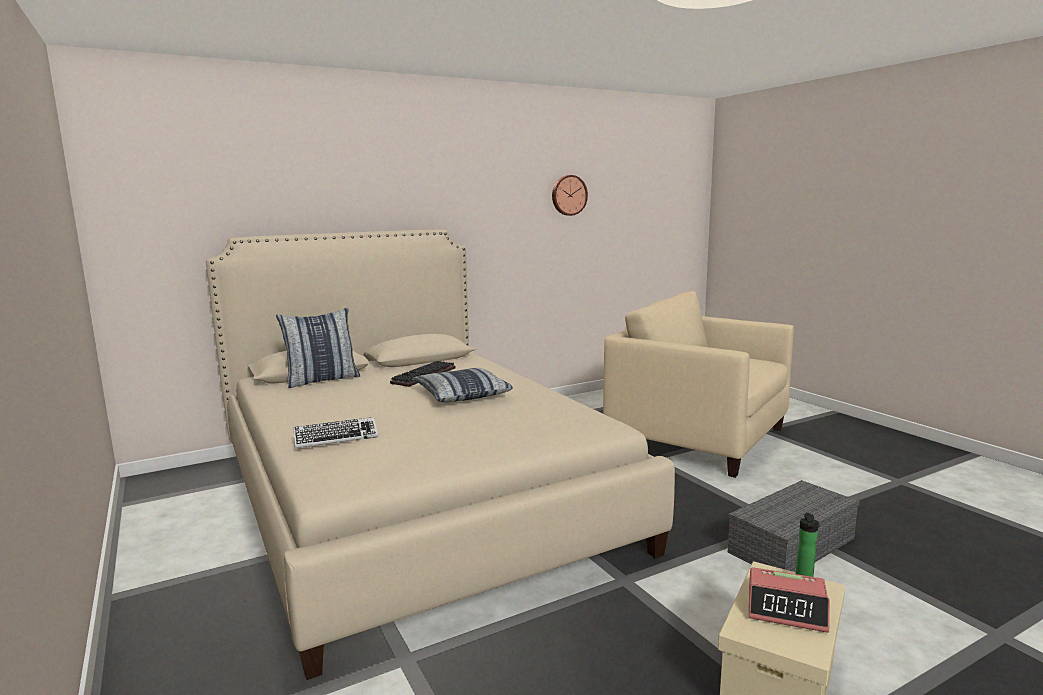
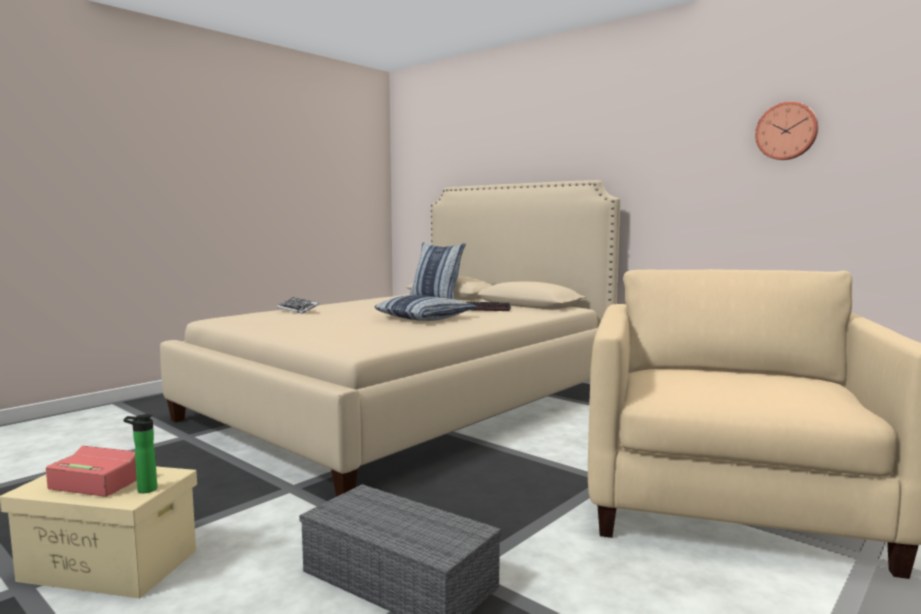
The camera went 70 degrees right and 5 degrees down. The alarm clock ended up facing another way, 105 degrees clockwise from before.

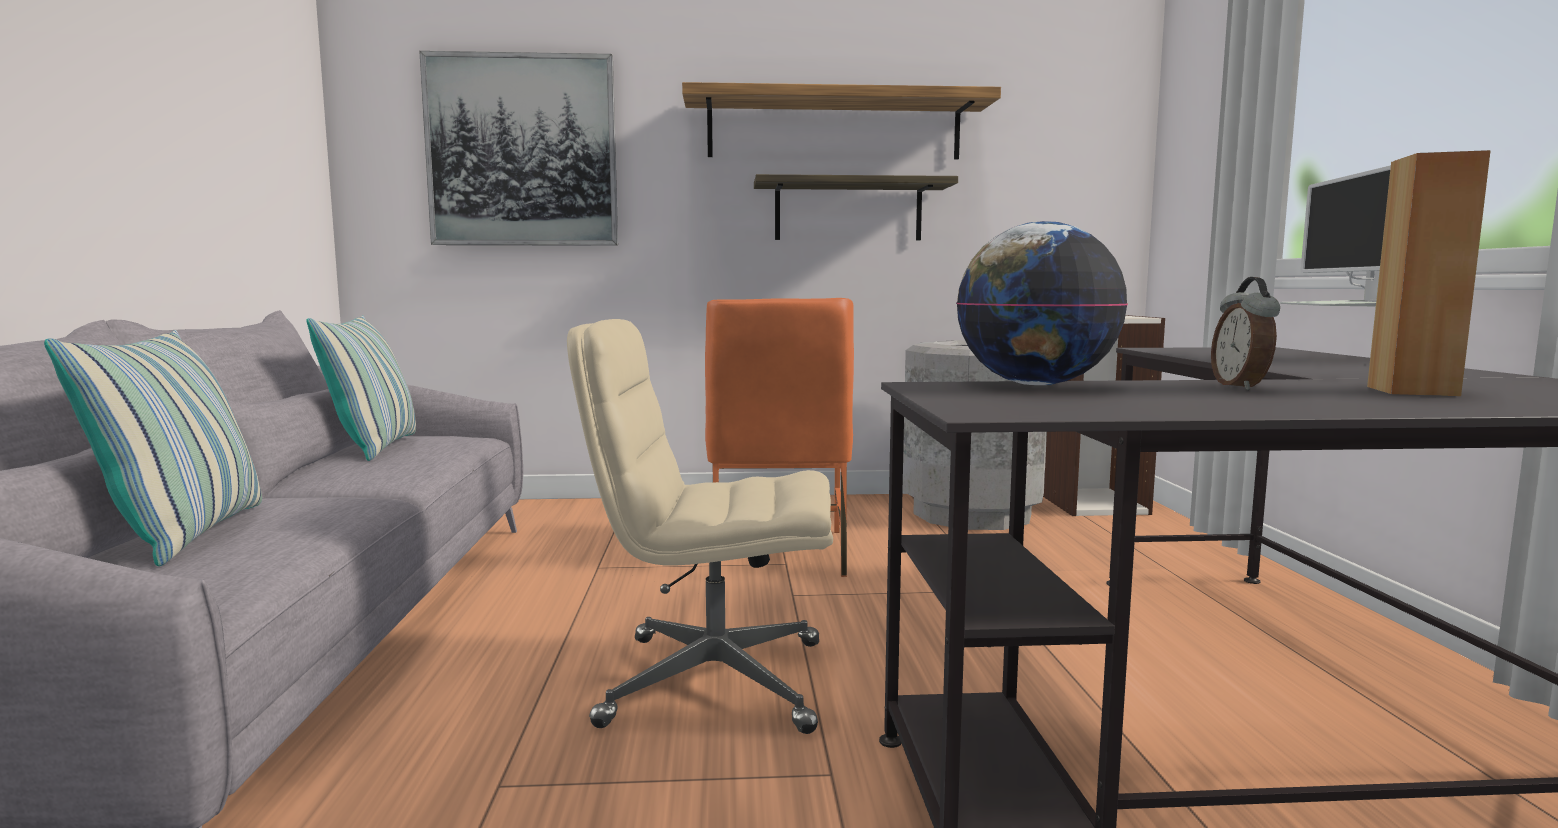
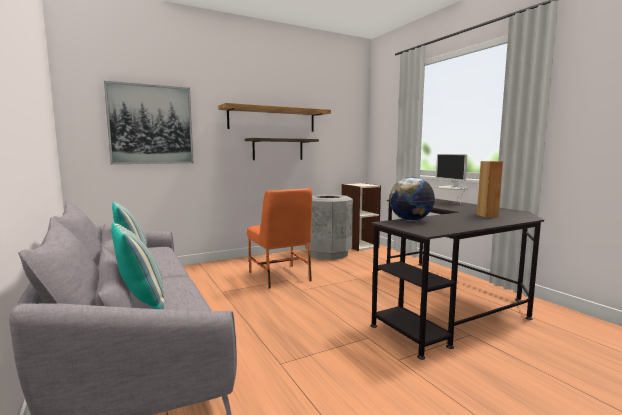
The camera went 25 degrees left and 0 degrees up. The second view lost the office chair (beige). The second view lost the alarm clock.

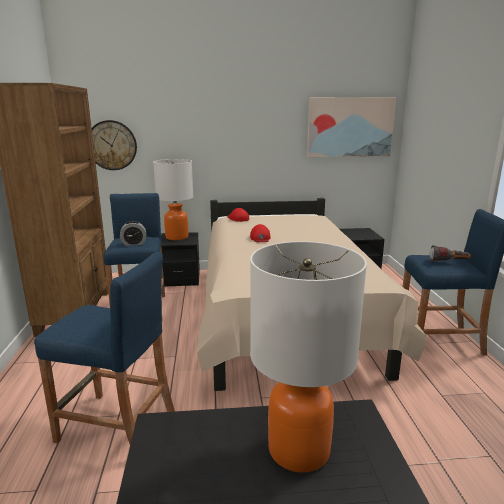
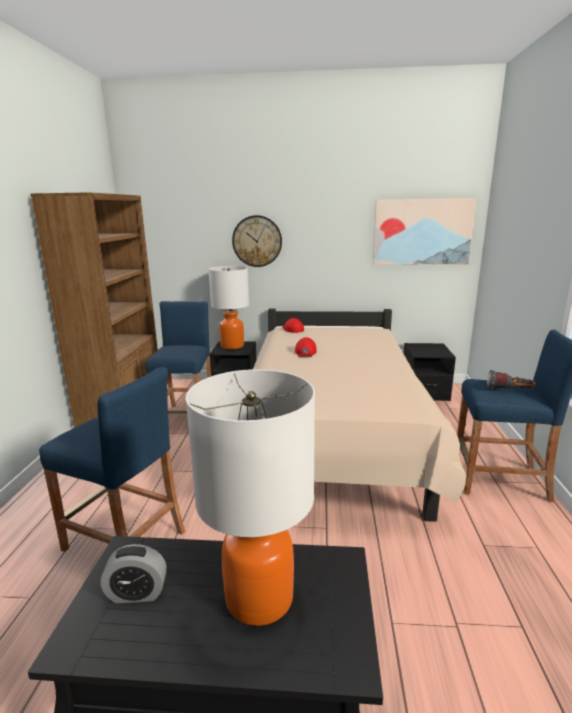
The camera went 10 degrees right and 0 degrees up. The wall clock ended up elsewhere. The alarm clock ended up elsewhere.

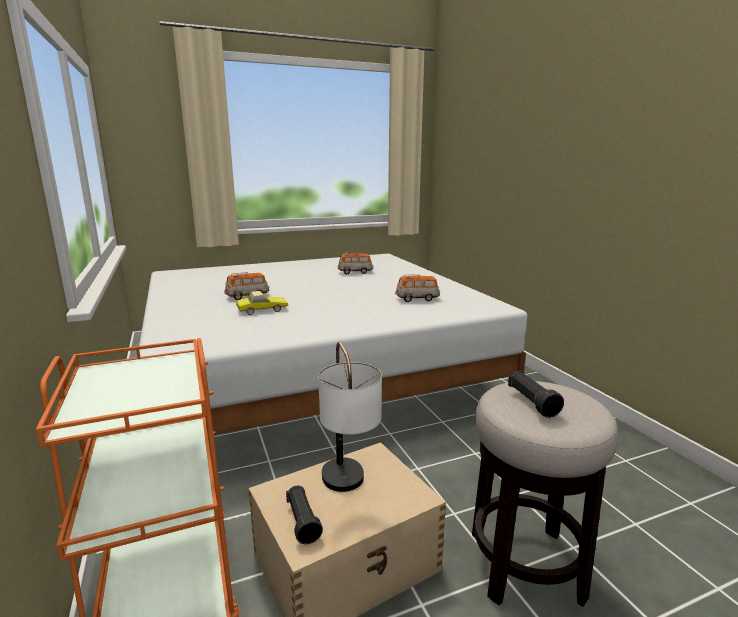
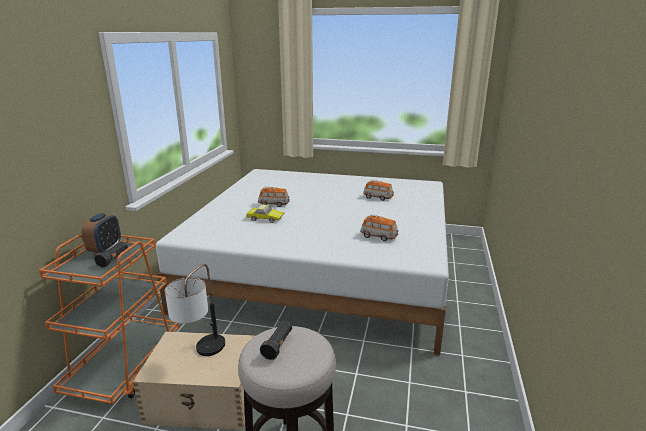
The camera went 35 degrees right and 5 degrees up. The flashlight (black) (no. 1 from left) ended up elsewhere. The second view gained the alarm clock.

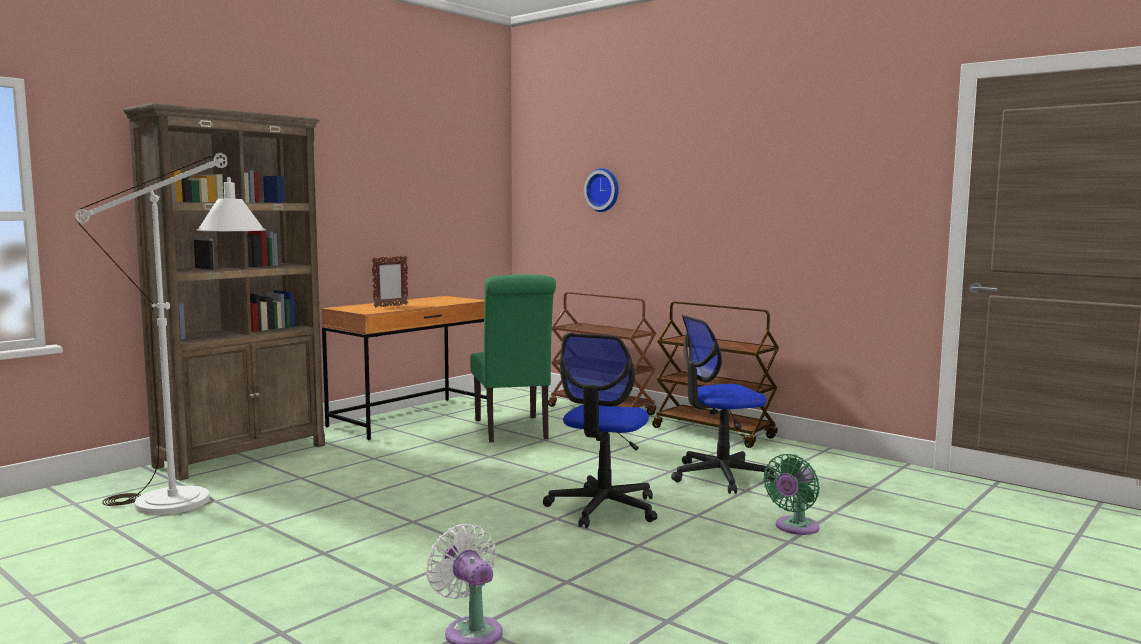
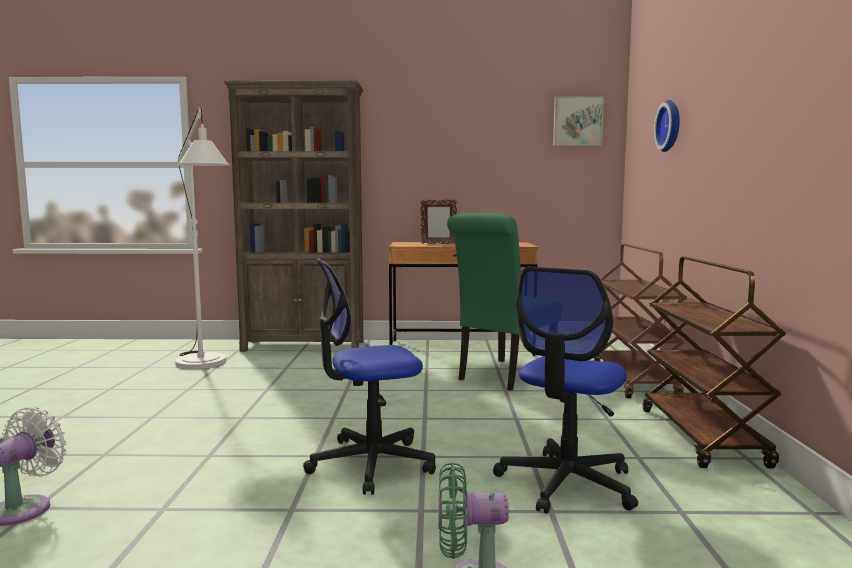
The camera went 50 degrees right and 0 degrees up. The office chair (no. 2 from left) ended up facing another way, 90 degrees counterclockwise from before. The second view gained the picture.

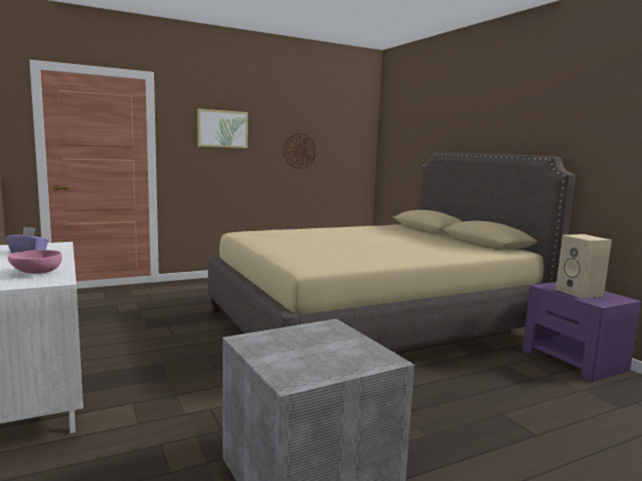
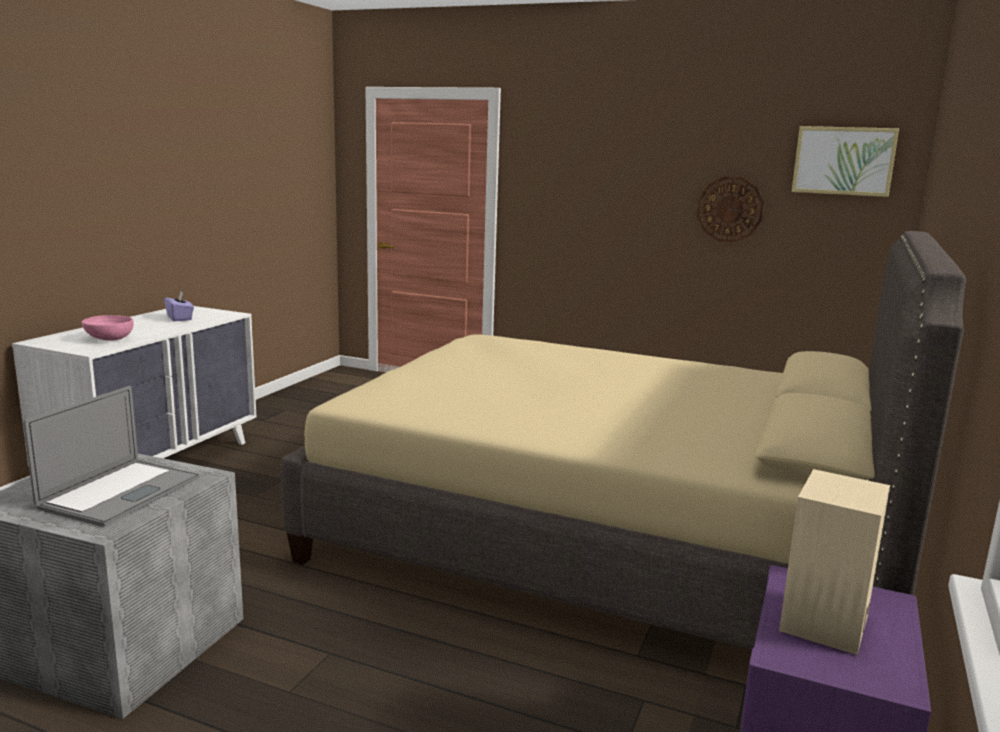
The camera went 50 degrees right and 5 degrees up. The picture ended up elsewhere. The second view gained the laptop.

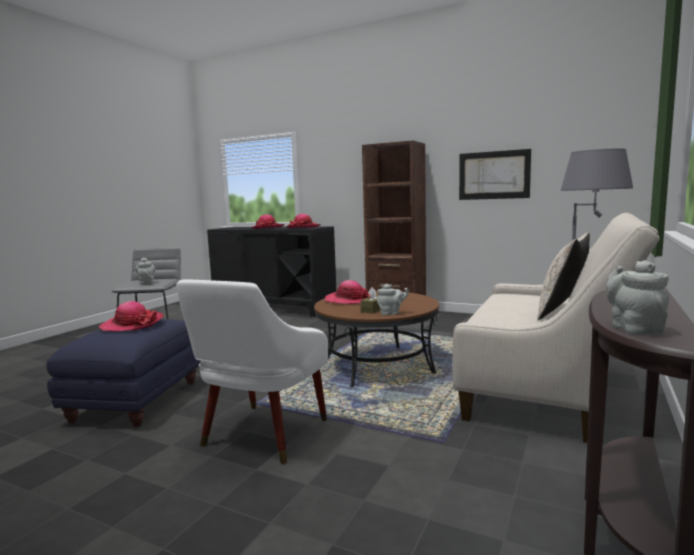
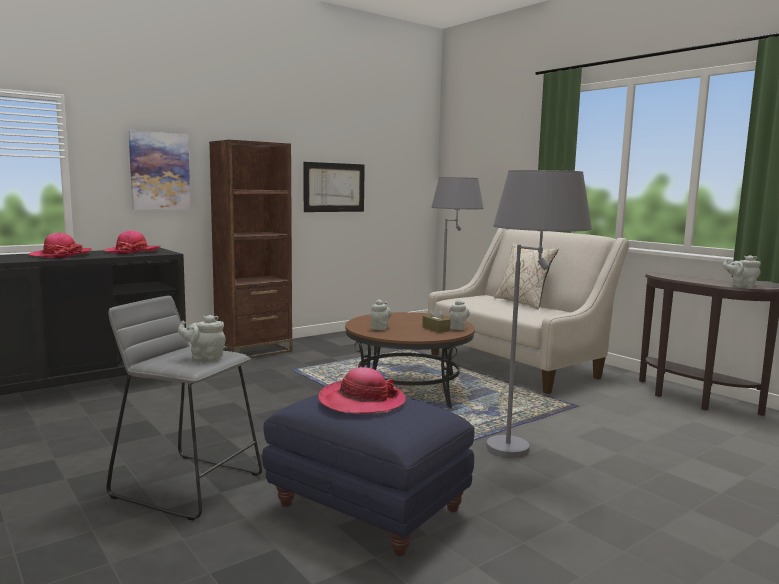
The camera went 65 degrees left and 0 degrees up. Where the armchair (white) stood, the floor lamp (grey) (no. 2 from left) came to stand. Where the hat (no. 4 from left) stood, the teapot (grey) (no. 2 from left) came to stand. The second view gained the picture (no. 1 from left).

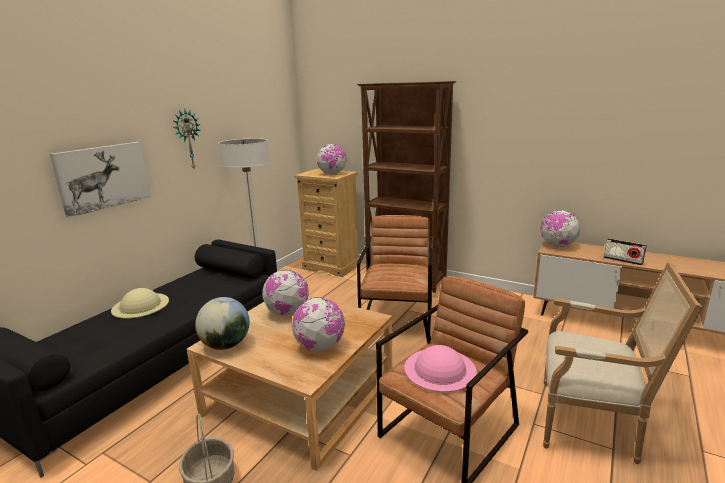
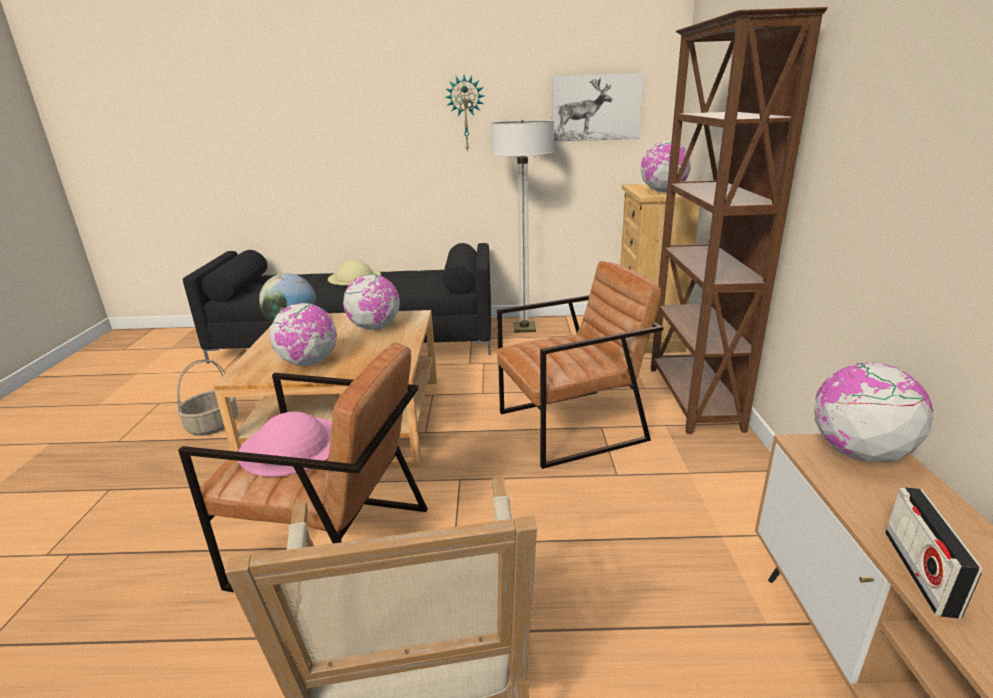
The camera went 60 degrees right and 5 degrees up. The picture ended up elsewhere.

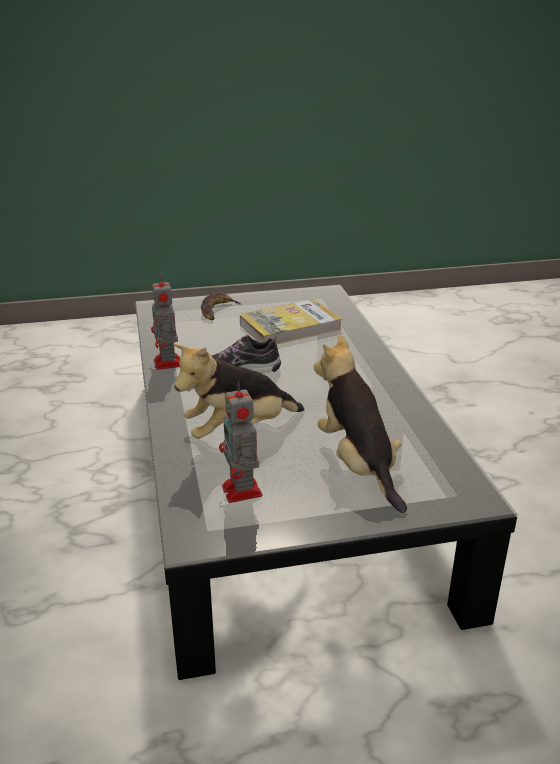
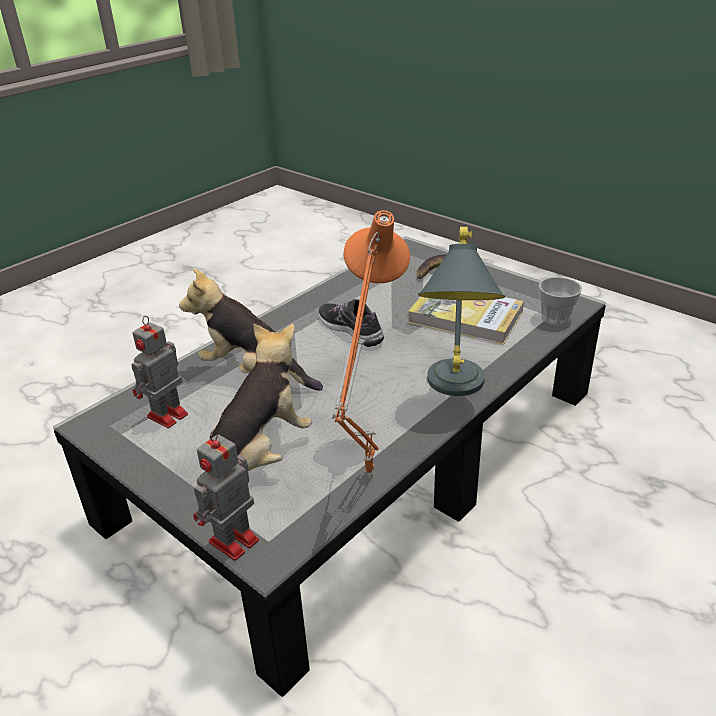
The camera went 55 degrees right and 5 degrees up. The toy robot (no. 1 from left in the first image) ended up elsewhere. The second view gained the table lamp (orange). The second view gained the table lamp (grey). The second view gained the cup.

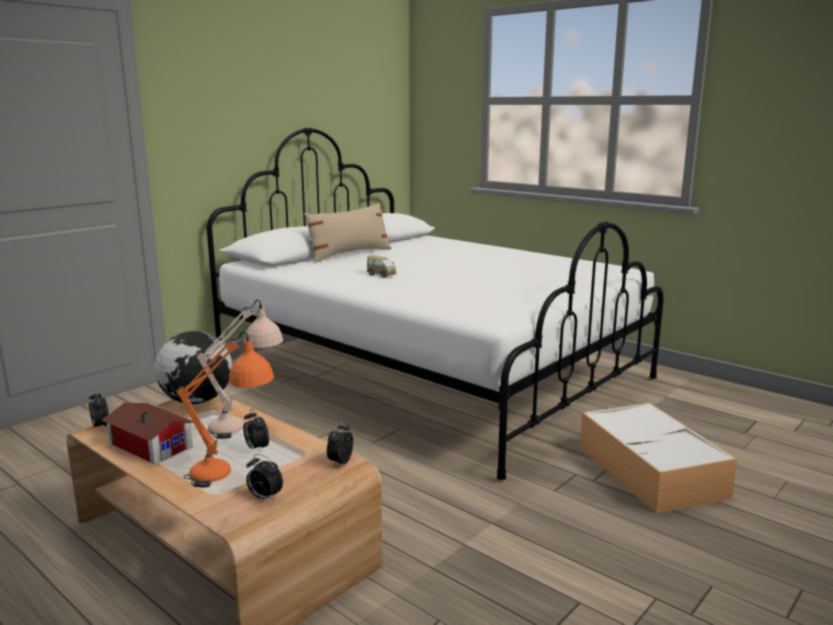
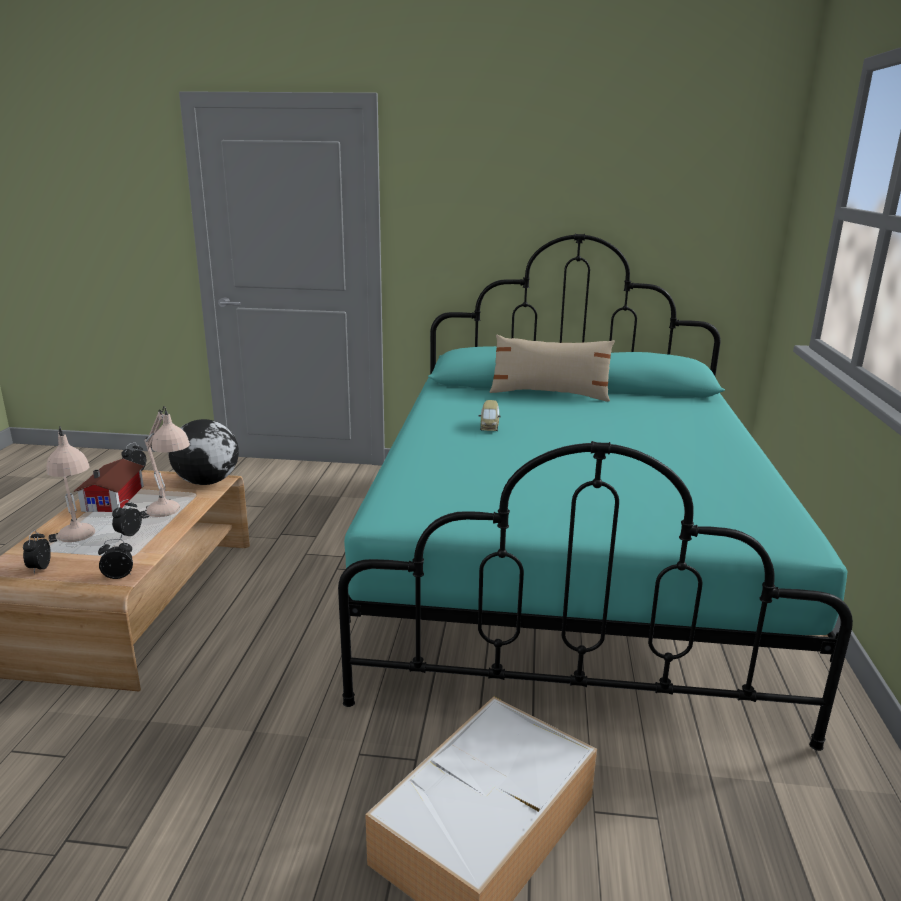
The camera went 55 degrees right and 5 degrees up. What was the table lamp (orange) turned into the table lamp (beige) (no. 1 from left). What was the bed (white) turned into the bed (turquoise).

